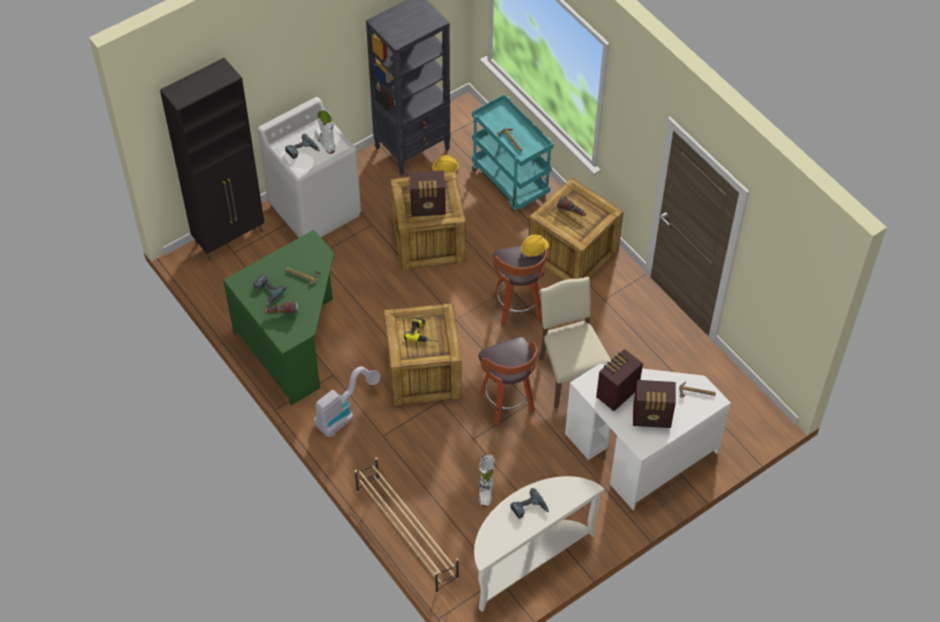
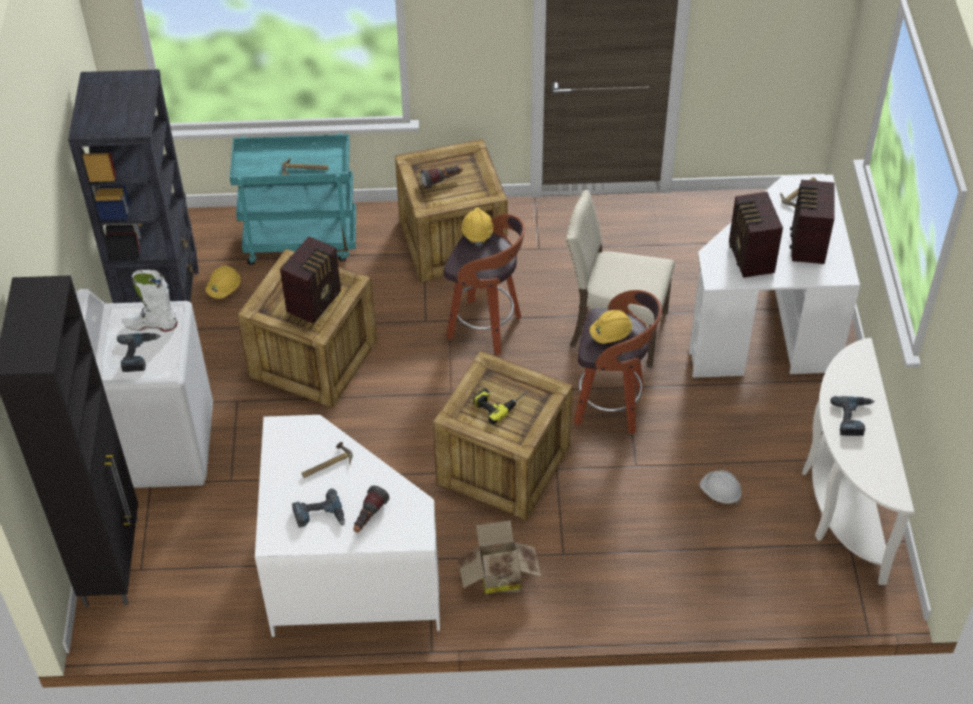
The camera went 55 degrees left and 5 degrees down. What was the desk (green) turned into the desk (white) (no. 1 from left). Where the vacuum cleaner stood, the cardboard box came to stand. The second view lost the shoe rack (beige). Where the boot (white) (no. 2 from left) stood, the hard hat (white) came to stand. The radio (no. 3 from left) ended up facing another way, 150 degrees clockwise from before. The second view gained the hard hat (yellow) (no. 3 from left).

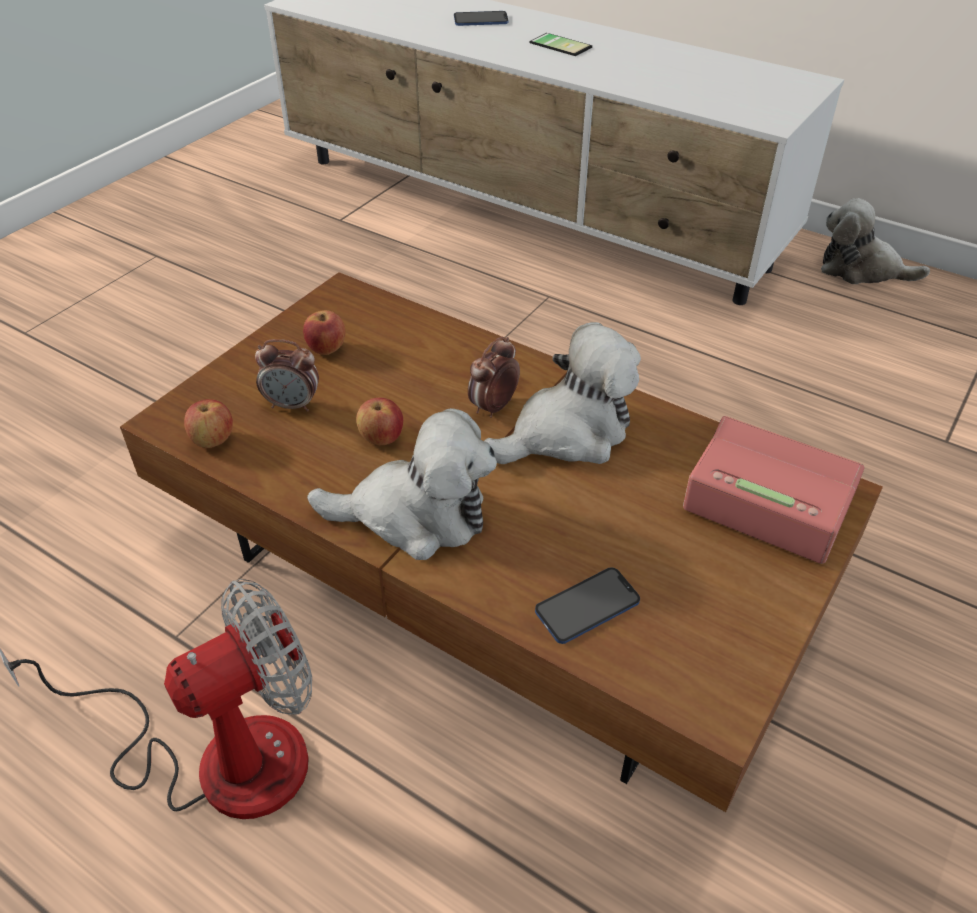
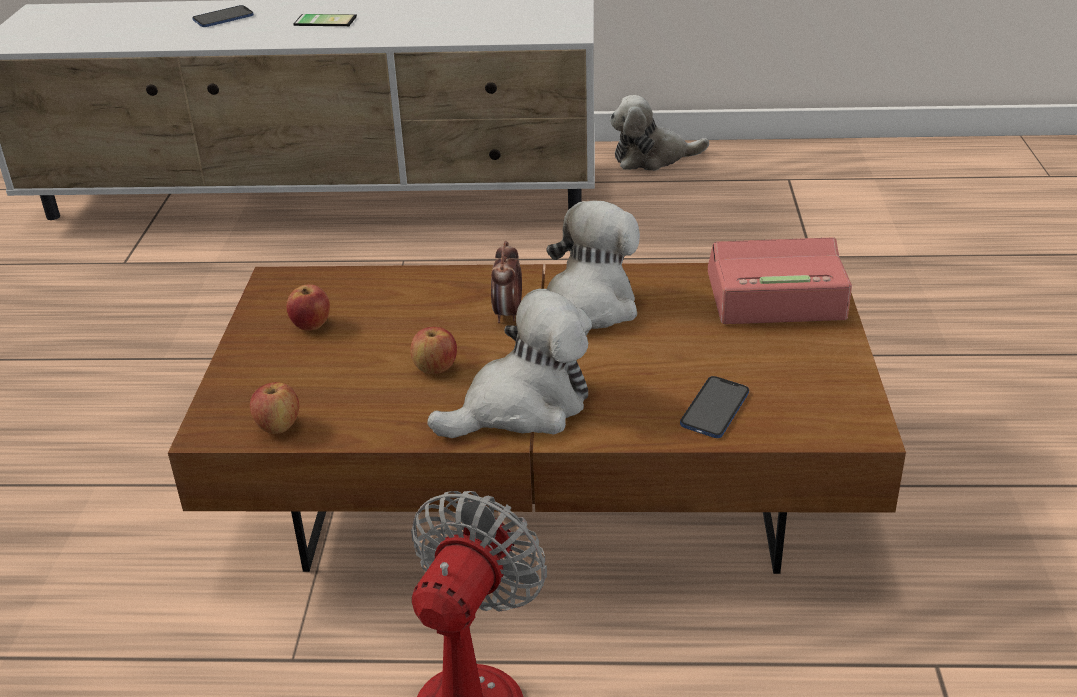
The camera went 30 degrees left and 10 degrees down. The second view lost the alarm clock (no. 1 from left).

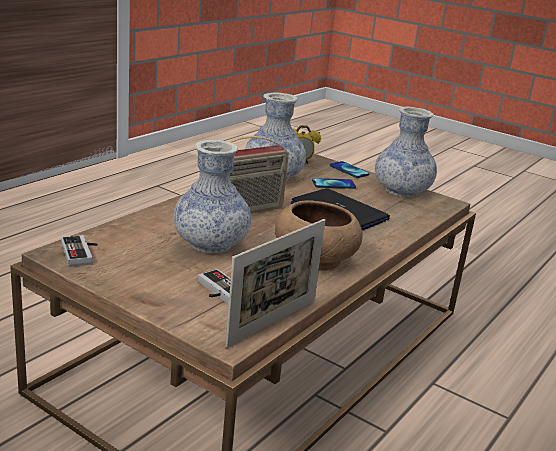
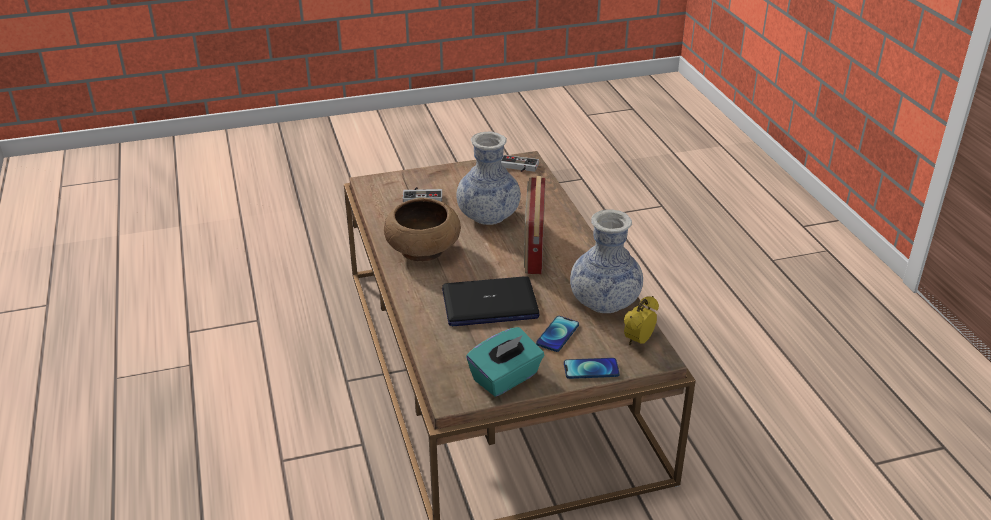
The camera went 130 degrees right and 10 degrees up. The second view lost the picture frame. Where the vase (no. 3 from left) stood, the tissue box (turquoise) came to stand.

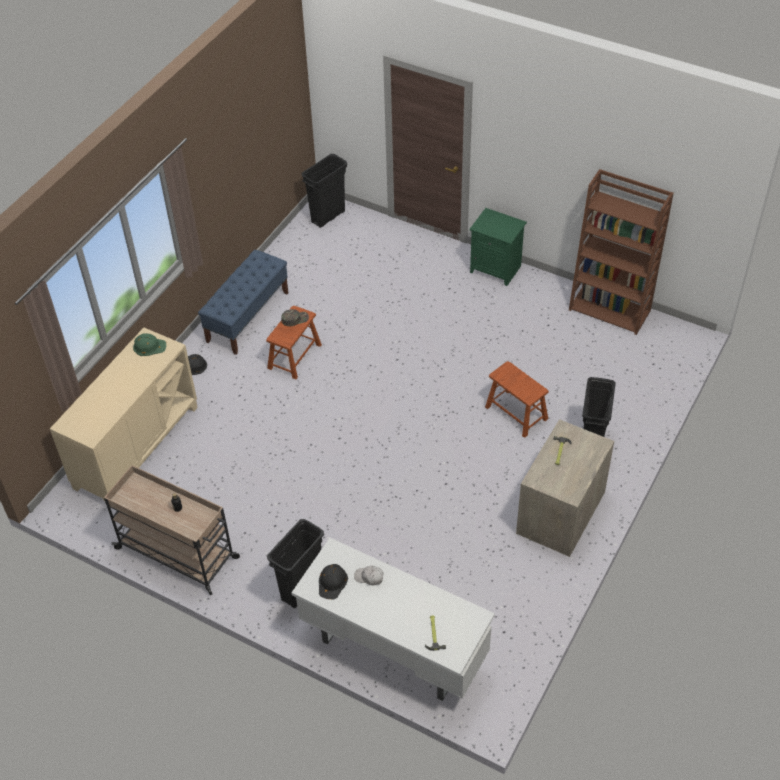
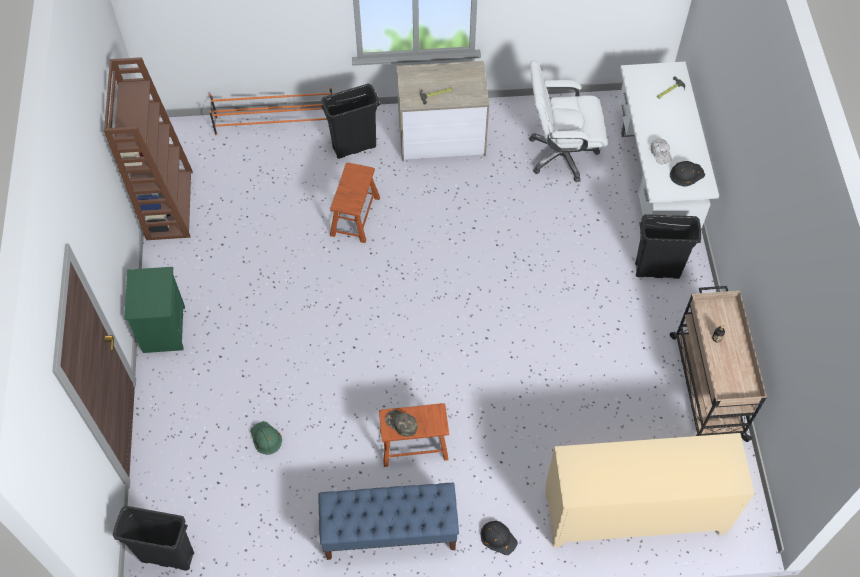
The camera went 125 degrees left and 10 degrees up. The hard hat (green) ended up elsewhere. The second view gained the shoe rack (orange). The second view gained the office chair (white).

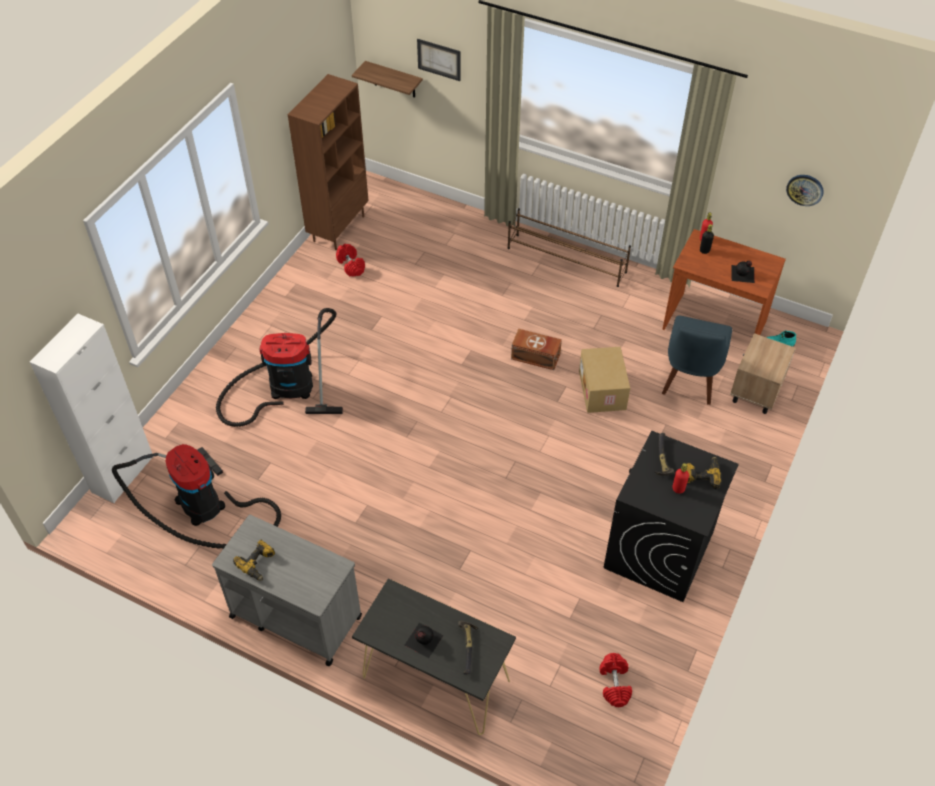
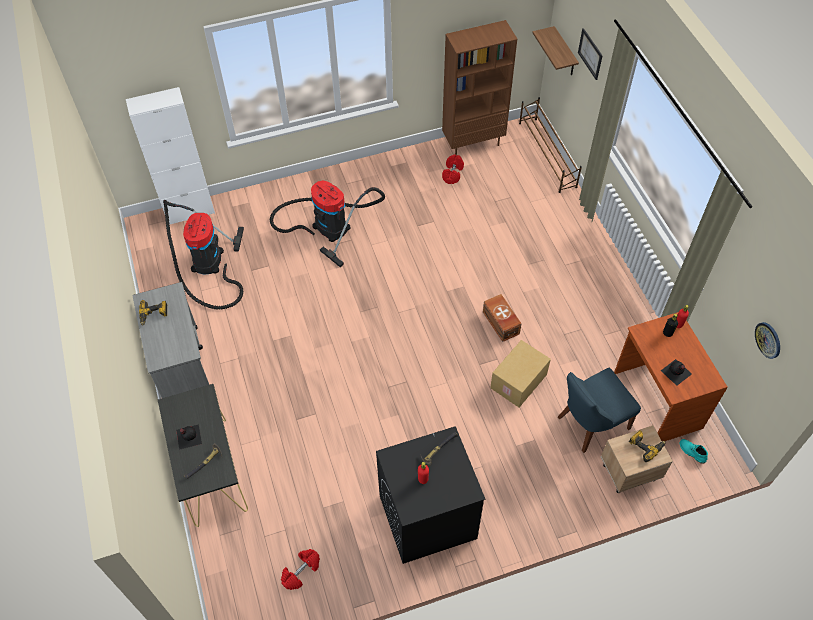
The camera went 45 degrees right and 5 degrees up. The shoe rack (brown) ended up elsewhere. The power drill (no. 2 from left) ended up elsewhere.

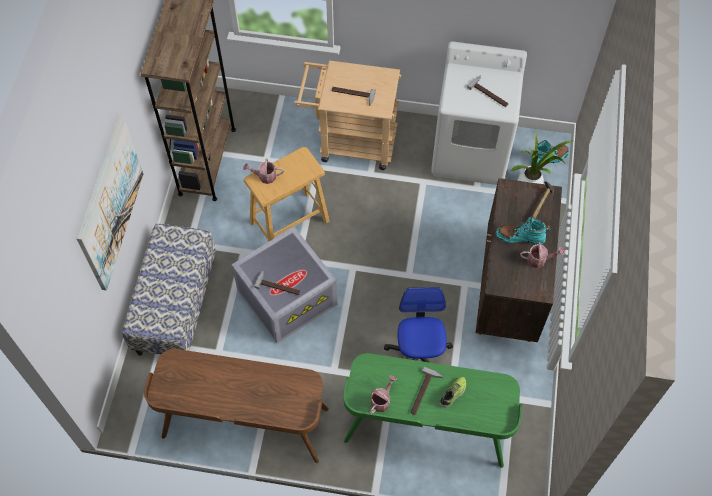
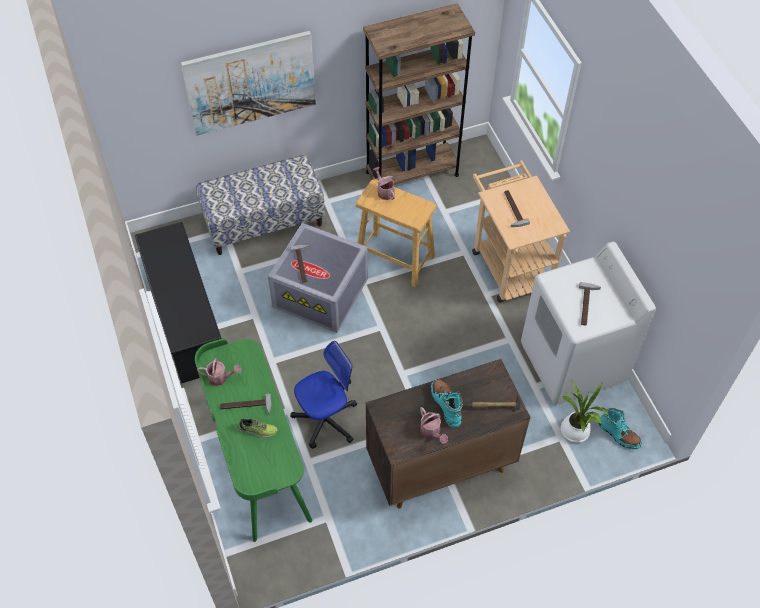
The camera went 60 degrees right and 5 degrees down. Where the desk (brown) stood, the shoe rack (black) came to stand.

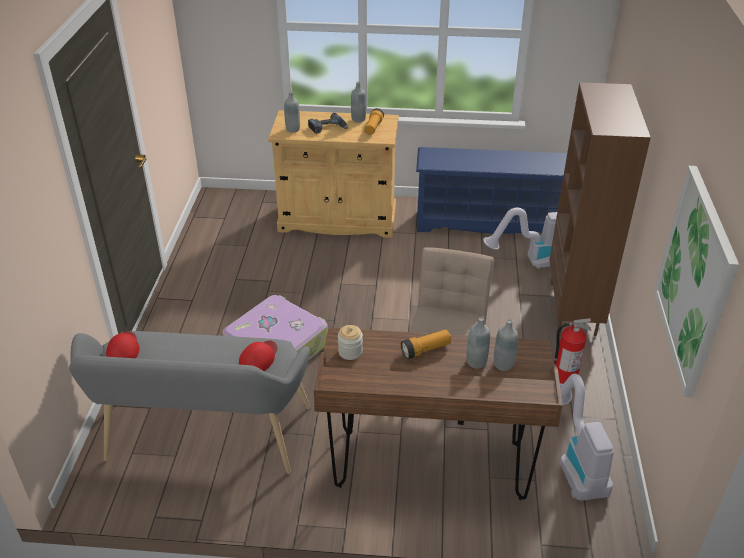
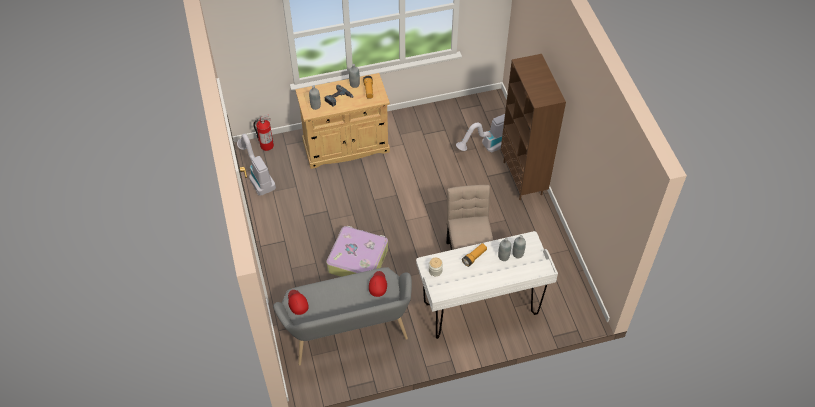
The camera went 20 degrees left and 15 degrees up. What was the desk (brown) turned into the desk (white). The second view lost the shoe rack (blue). The fire extinguisher ended up elsewhere. The vacuum cleaner (no. 2 from left in the first image) ended up elsewhere. The second view lost the picture.

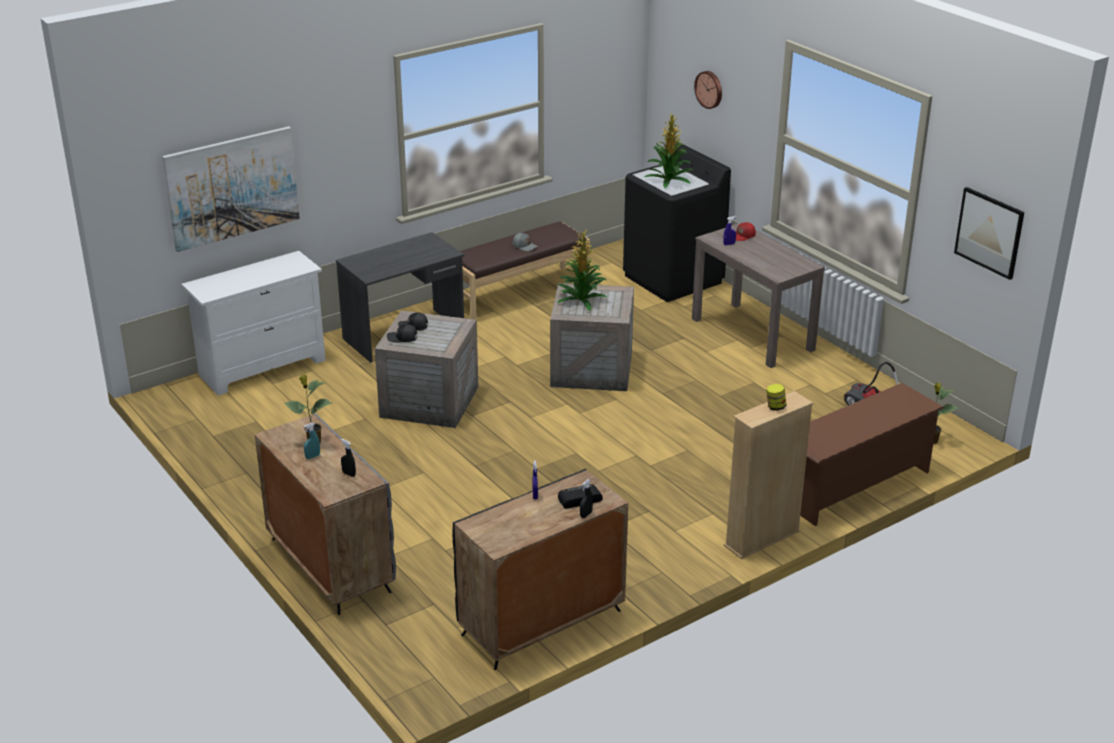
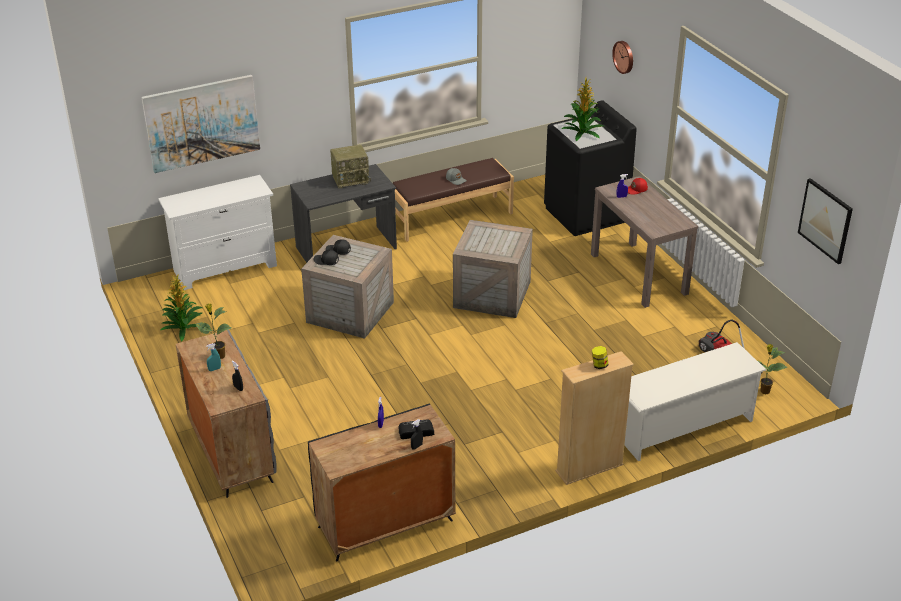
The camera went 10 degrees right and 5 degrees up. The potted plant (no. 2 from left in the first image) ended up elsewhere. What was the shoe rack (brown) turned into the shoe rack (white). The second view gained the radio (no. 1 from left).

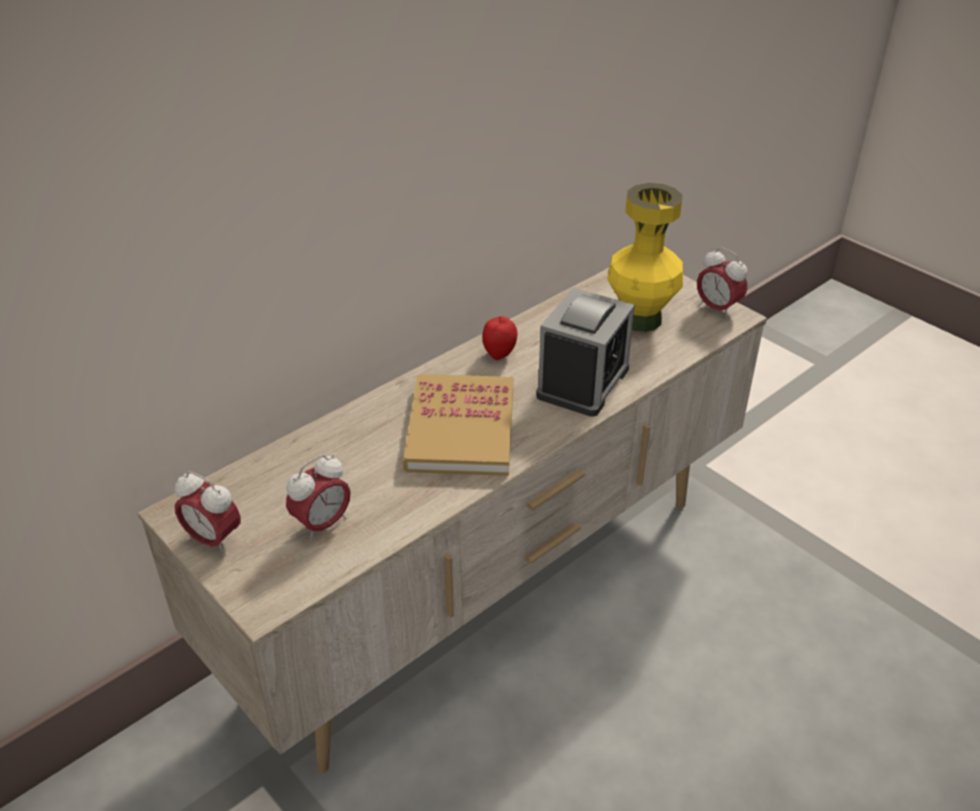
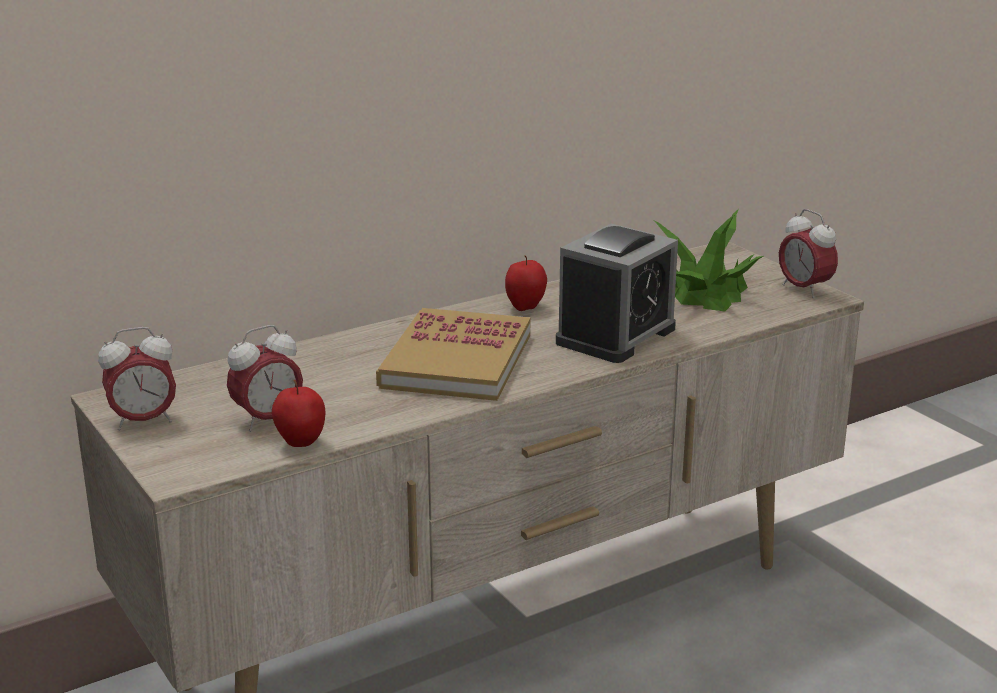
The camera went 10 degrees right and 15 degrees down. The alarm clock (no. 1 from left) ended up facing another way, 60 degrees counterclockwise from before. Where the vase (yellow) stood, the potted plant came to stand. The second view gained the apple (no. 1 from left).

